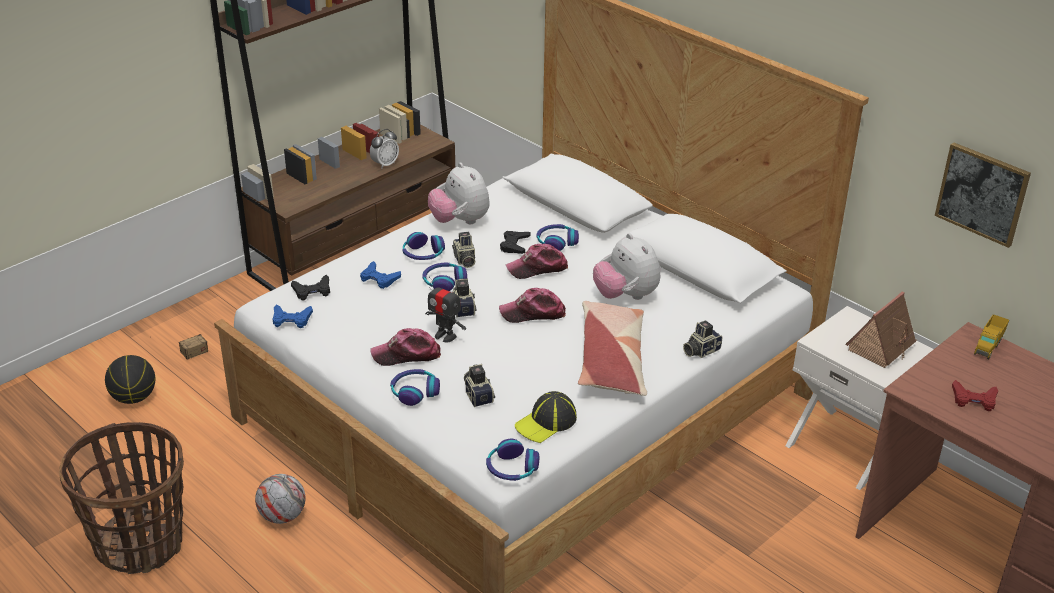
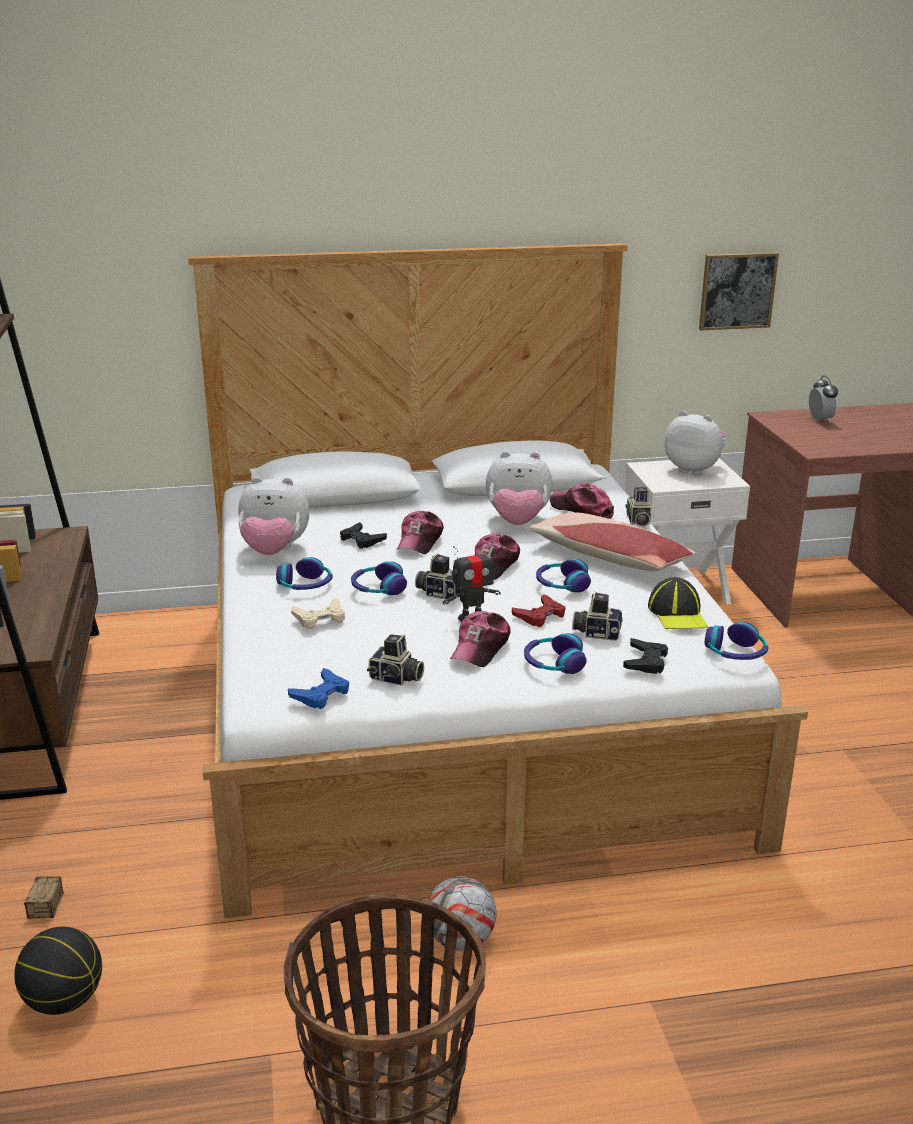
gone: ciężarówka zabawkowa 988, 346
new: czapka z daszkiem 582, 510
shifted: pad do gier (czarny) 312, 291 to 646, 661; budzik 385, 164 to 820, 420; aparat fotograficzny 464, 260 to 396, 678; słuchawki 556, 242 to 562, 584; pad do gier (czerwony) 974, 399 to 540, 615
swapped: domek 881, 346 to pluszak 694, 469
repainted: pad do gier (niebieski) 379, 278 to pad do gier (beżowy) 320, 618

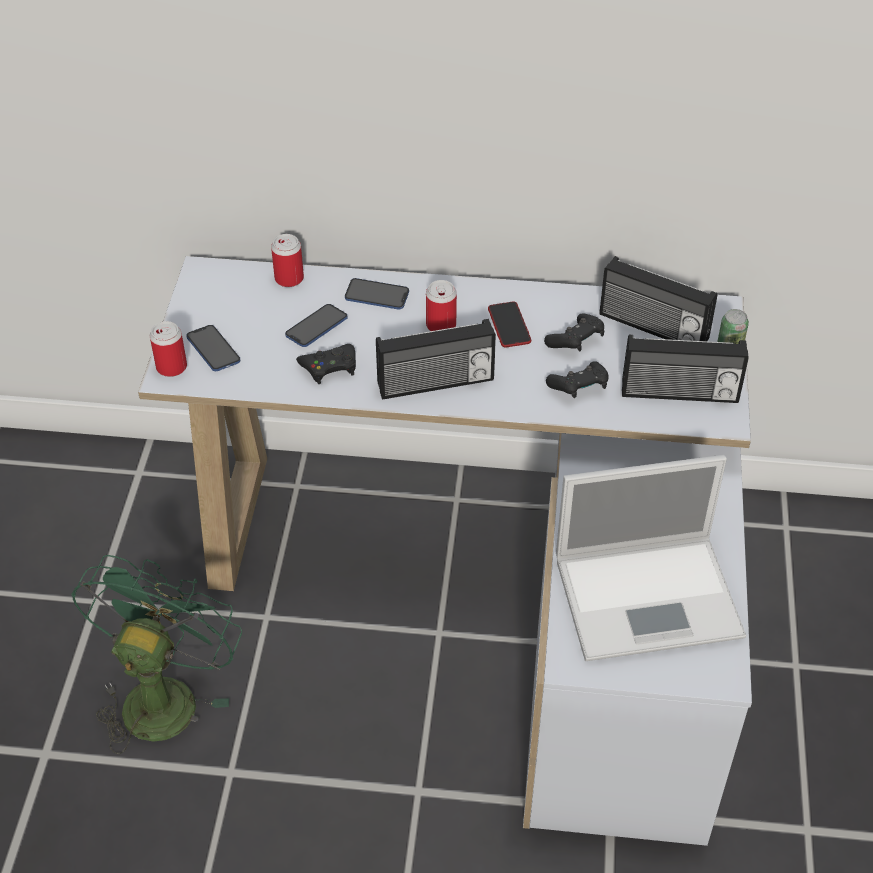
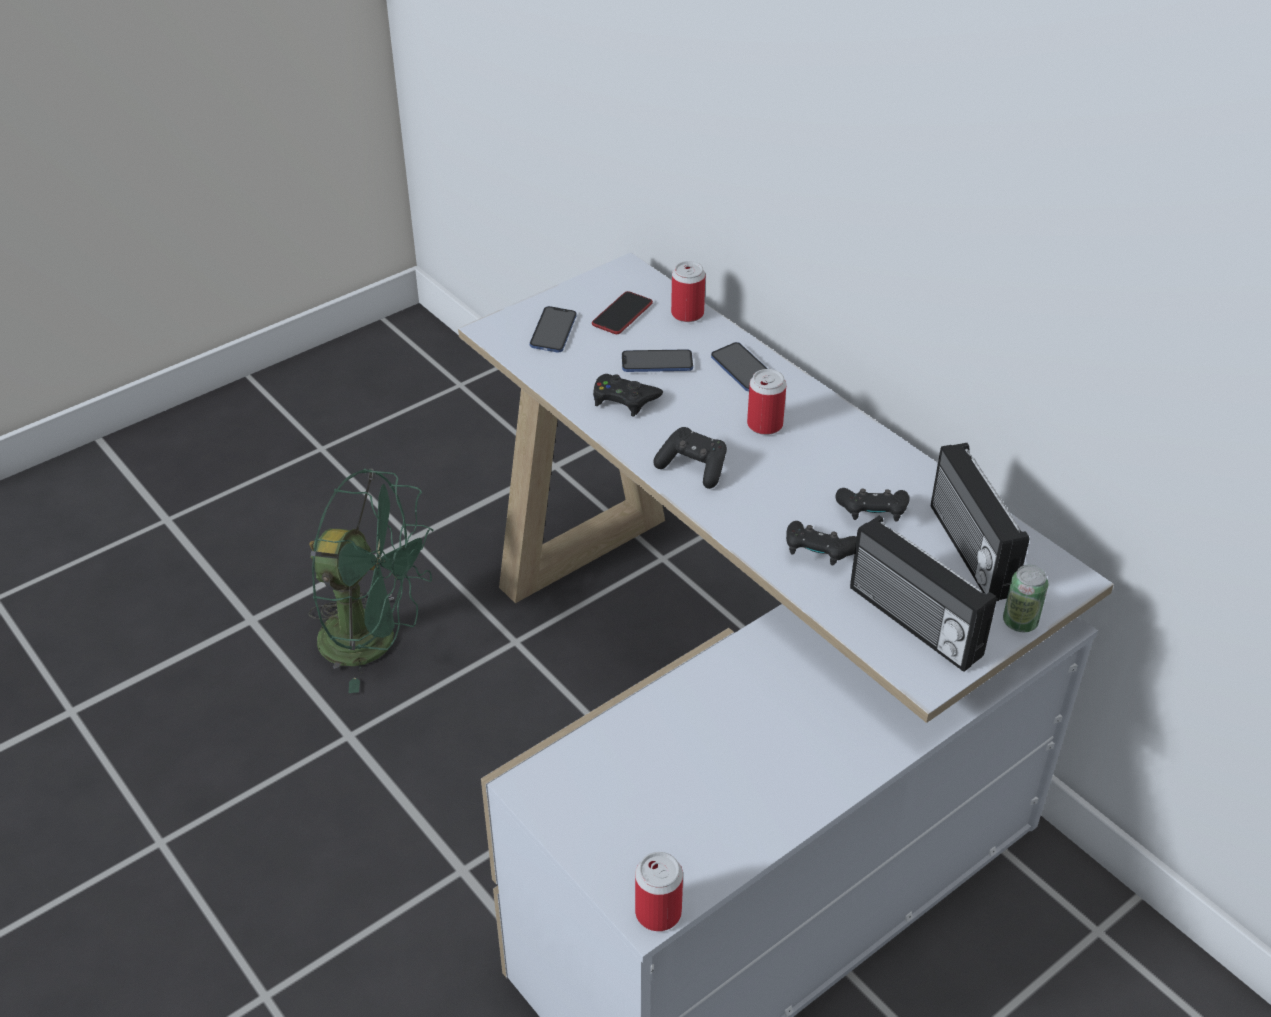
gone: laptop 651, 596
shifted: puszka 171, 367 to 658, 912; telefon 509, 325 to 622, 314
swapped: radio 436, 384 to pad do gier (czarny) 693, 467
rotated: wentylator (zielony) 163, 694 = 374, 641 45 degrees clockwise

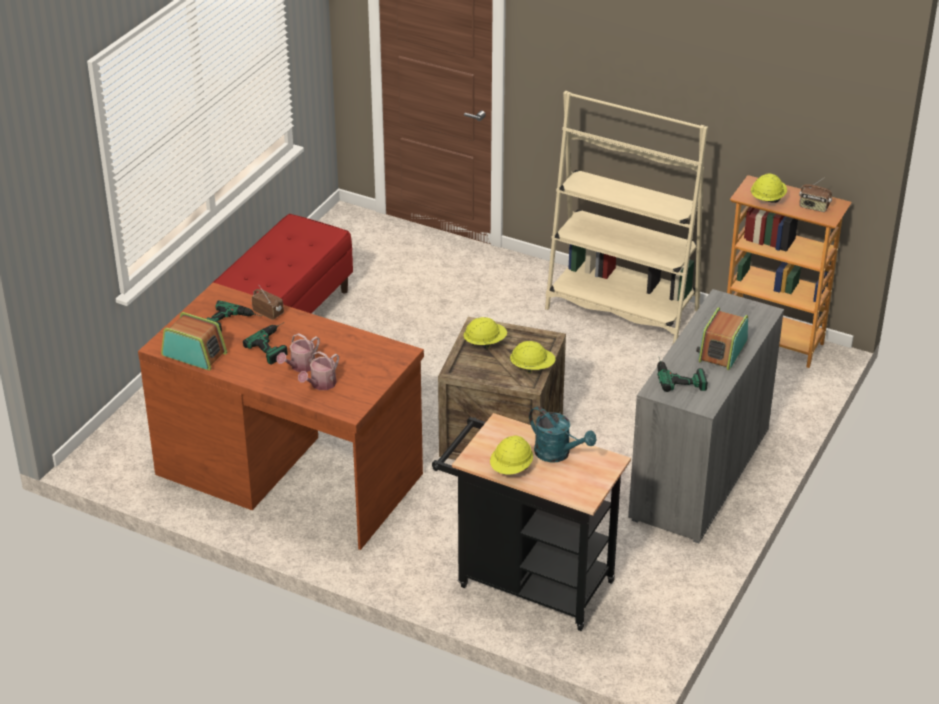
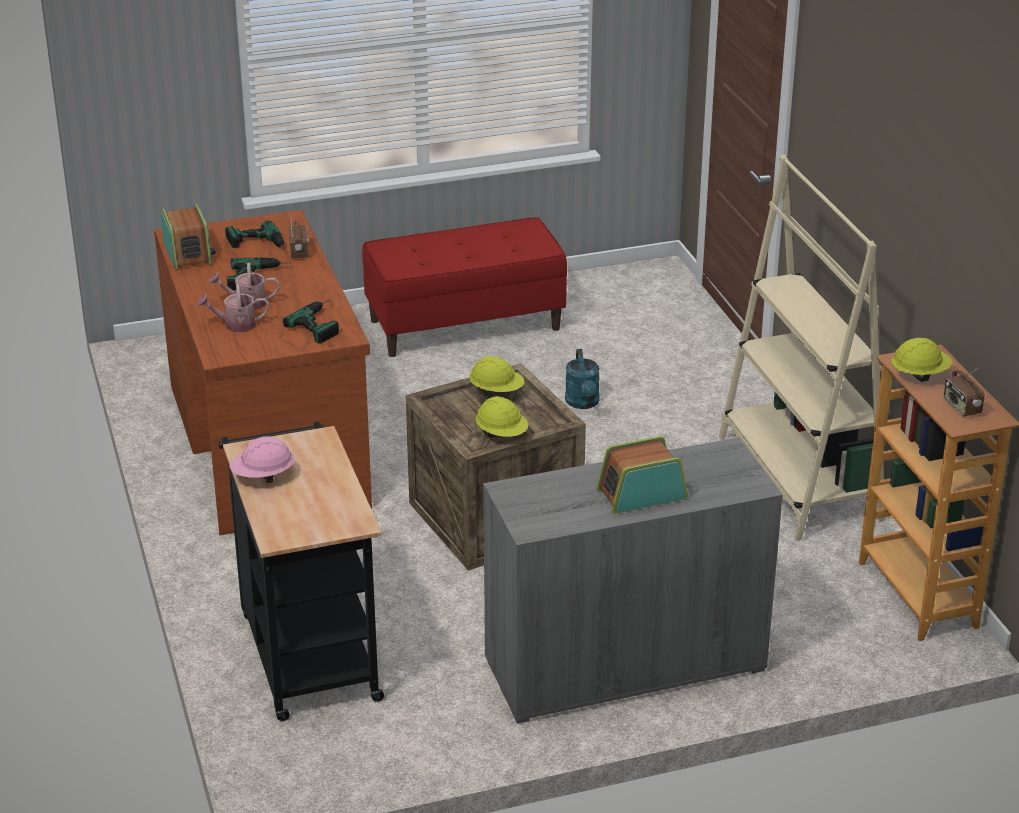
shifted: konewka (turkusowy) 558, 454 to 583, 403; wiertarka 679, 375 to 322, 323
repainted: kask (żółty) 511, 468 to kask (różowy) 263, 476

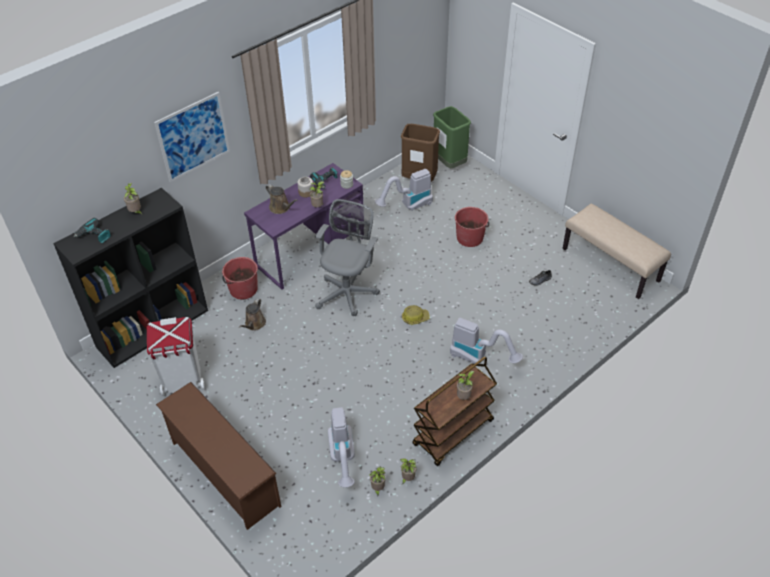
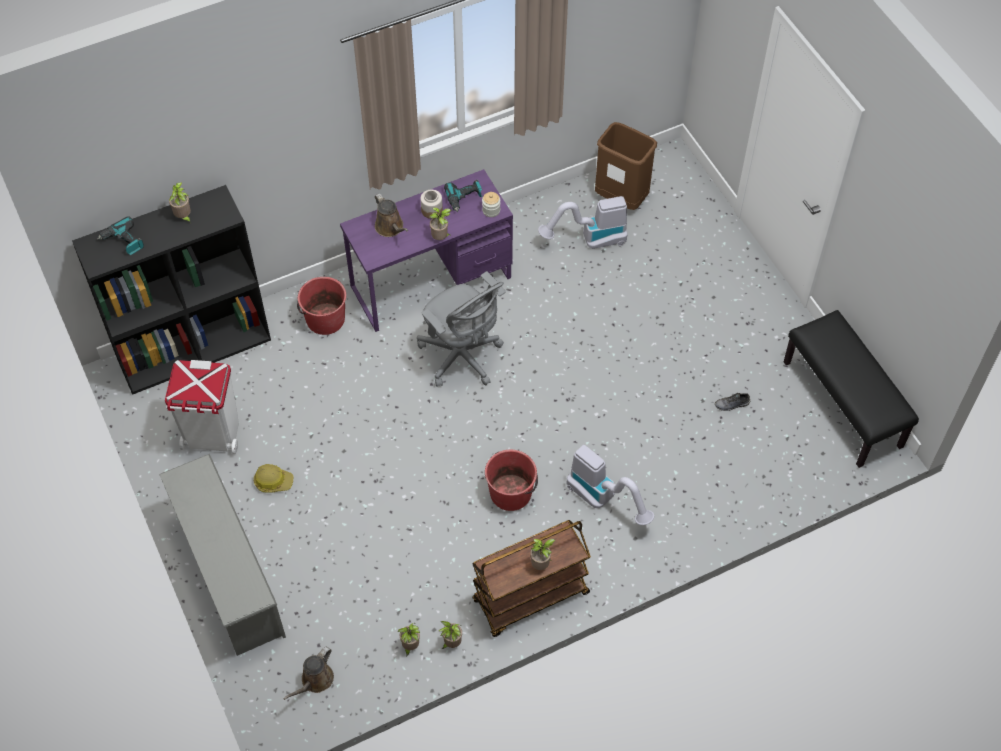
gone: obraz 193, 137; odkurzacz 343, 459; kosz na śmieci (zielony) 449, 163
shifted: konewka (brązowy) 254, 324 to 315, 681; kask 415, 317 to 273, 481; wiadro (czerwony) 470, 238 to 511, 492
repainted: regał na buty (brązowy) 223, 473 to regał na buty (szary) 228, 575; ławka (beżowy) 611, 265 to ławka (czarny) 843, 404
rotated: krzesło biurowe (szary) 348, 292 = 462, 357 105 degrees clockwise

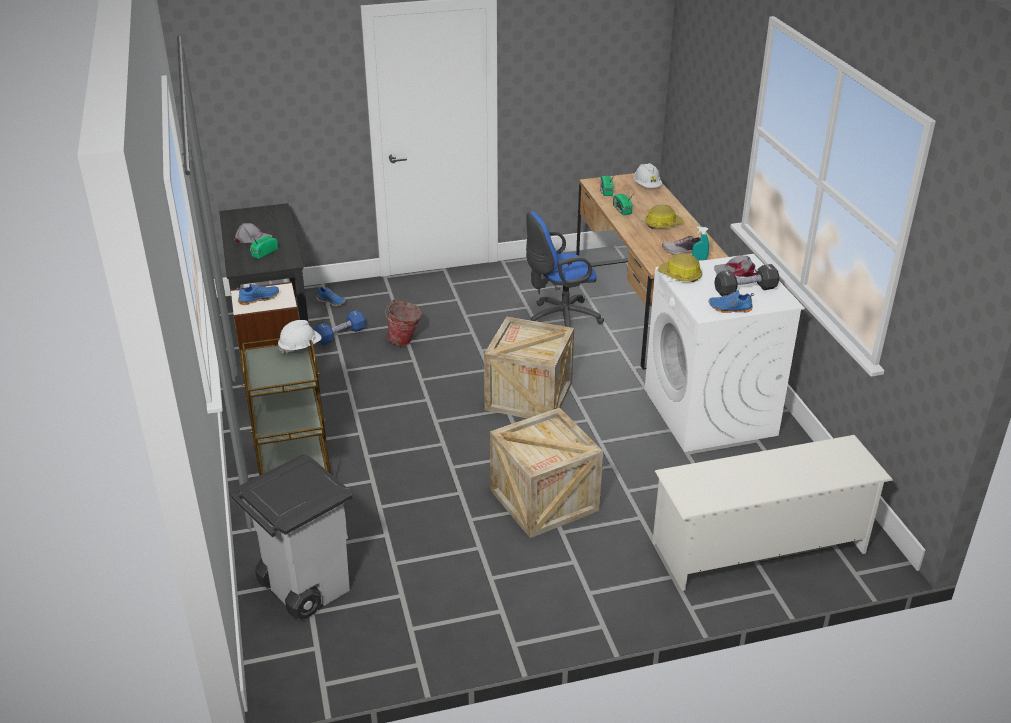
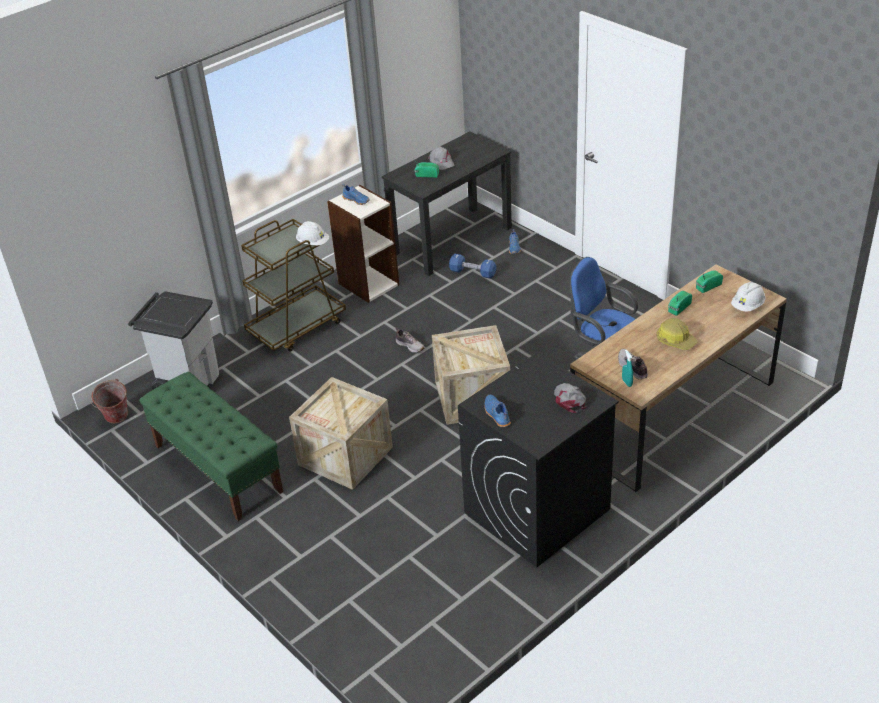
gone: regał na buty (biały) 759, 548; kask 680, 275; hantel (czarny) 745, 290
new: ławka (zielony) 217, 468; but 410, 346
shifted: wiadro 405, 342 to 116, 420
repainted: pralka (biały) 710, 412 to pralka (czarny) 536, 512

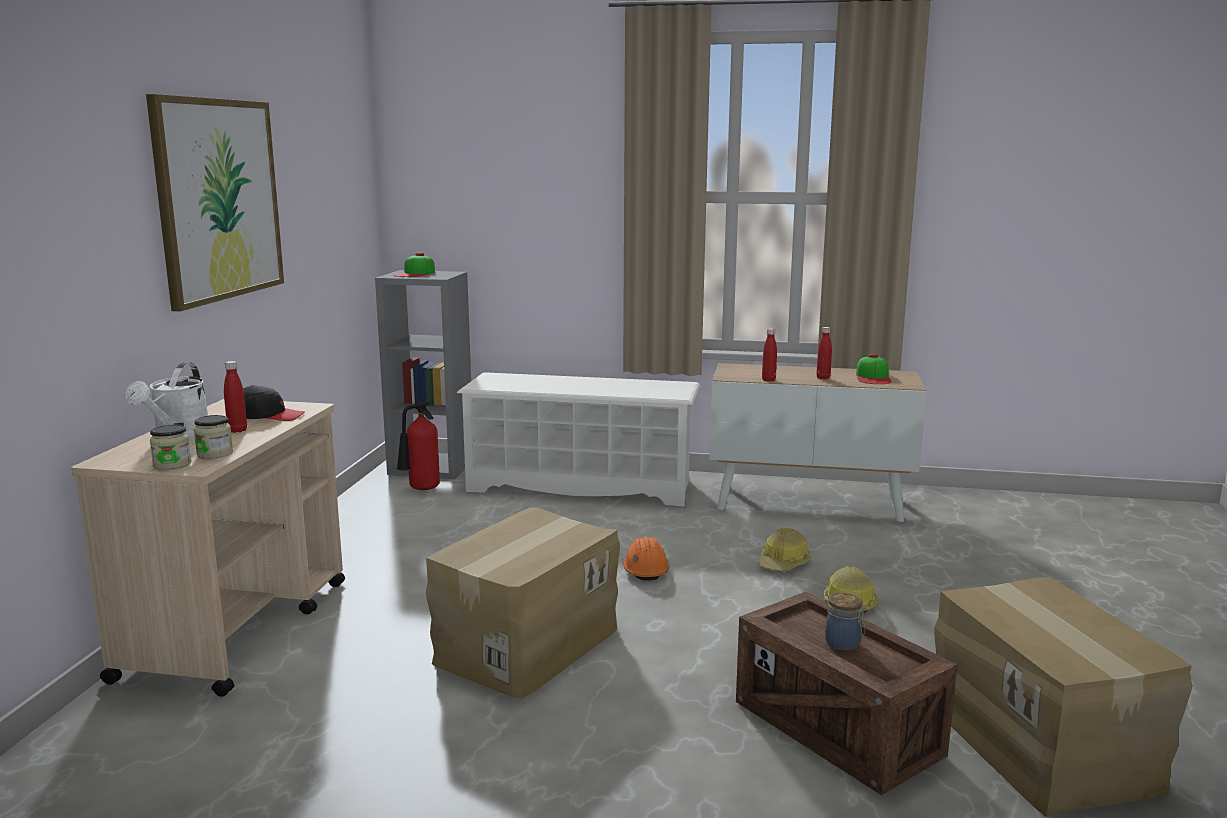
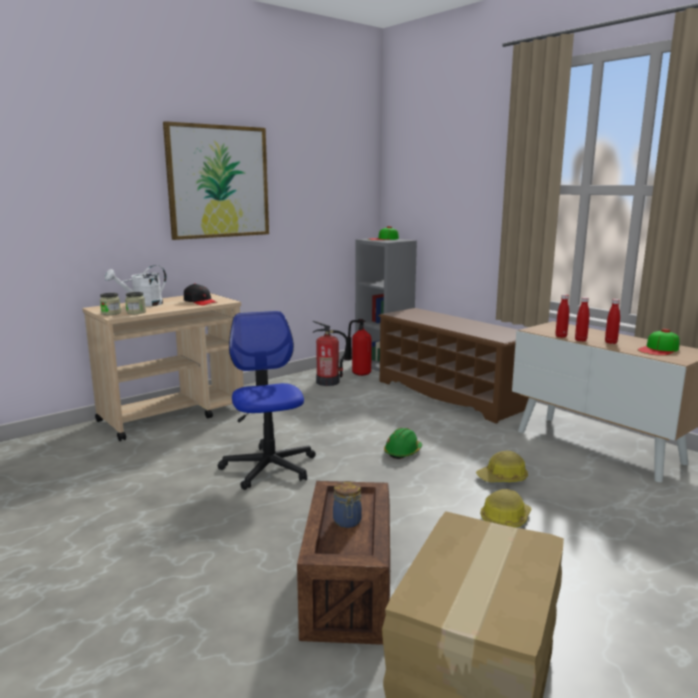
new: gaśnica 328, 382
shifted: butelka (czerwony) 237, 430 to 580, 340
swapped: karton 526, 645 to krzesło biurowe 269, 467
repainted: regał na buty (biały) 581, 486 to regał na buty (brązowy) 450, 394; kask (pomarańczowy) 645, 570 to kask (zielony) 403, 452

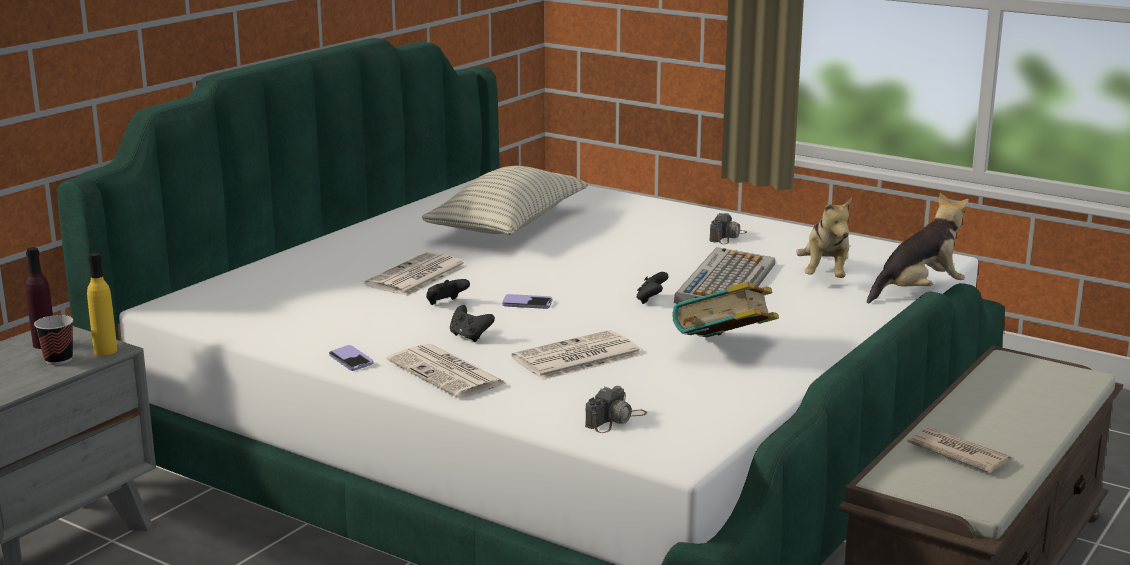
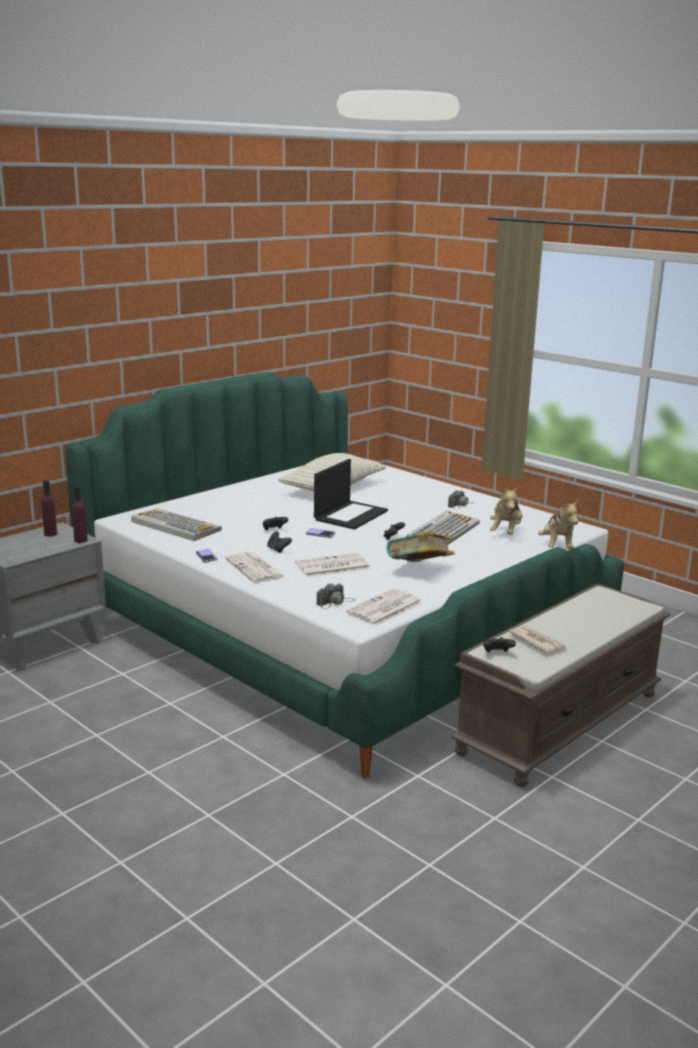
gone: filiżanka 58, 360
new: klawiatura 174, 526; laptop 350, 515; pad do gier (czarny) 497, 653
shifted: gazeta 416, 276 to 384, 609
repainted: butelka (żółty) 105, 351 to butelka (fioletowy) 80, 540
rotated: pluszak 917, 291 = 556, 546 105 degrees clockwise

